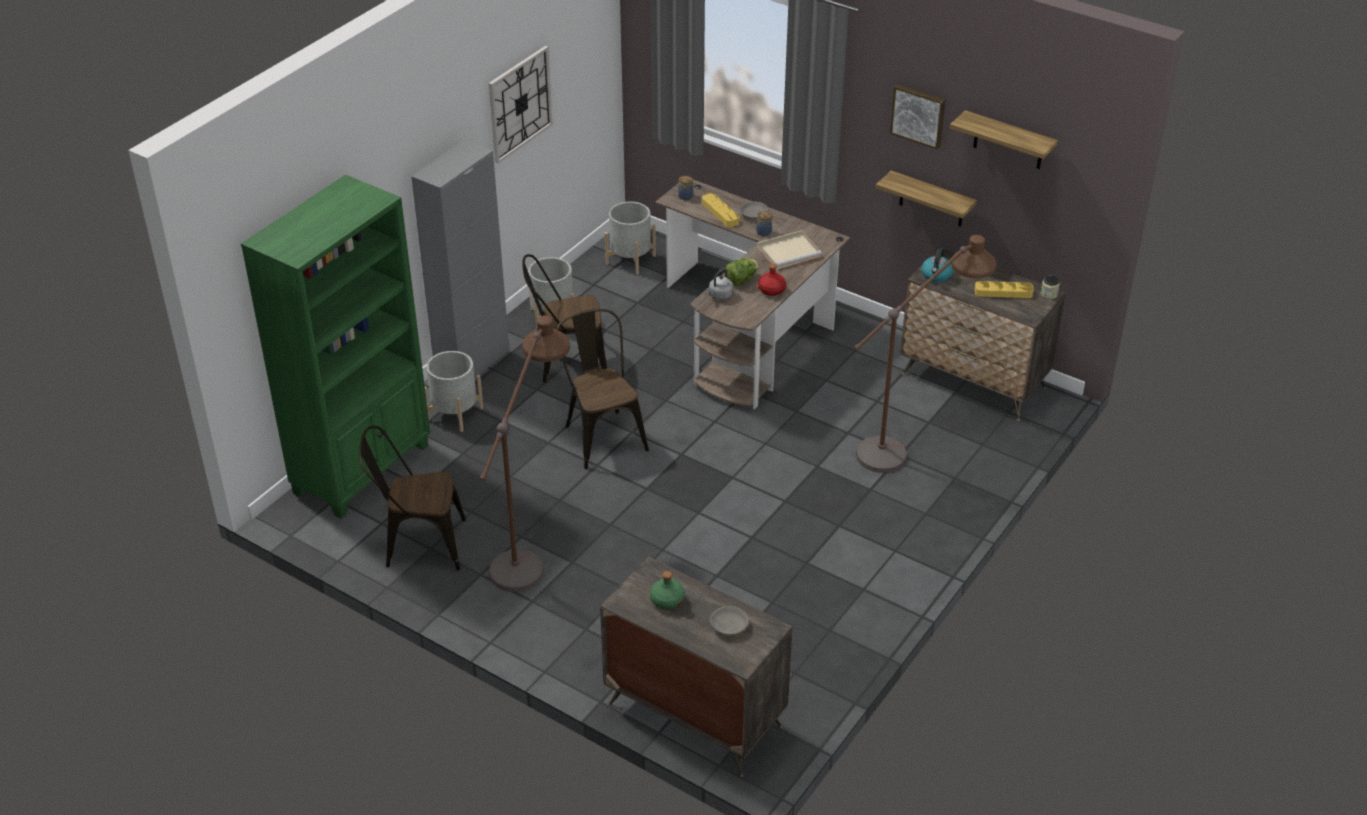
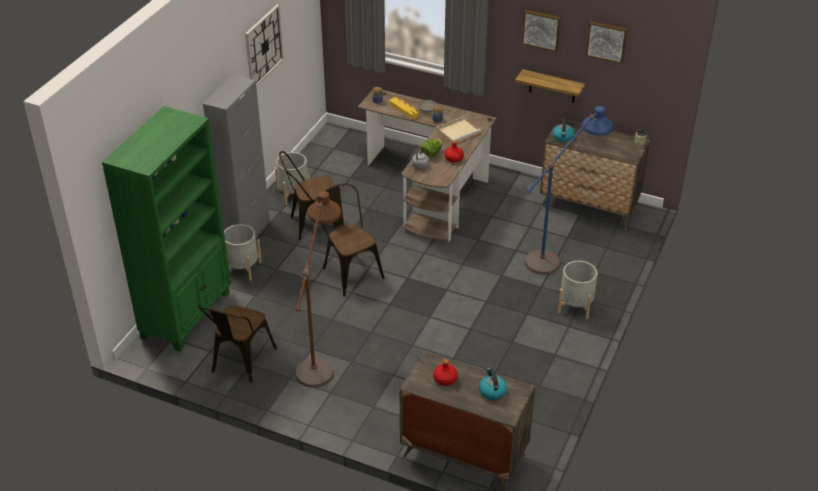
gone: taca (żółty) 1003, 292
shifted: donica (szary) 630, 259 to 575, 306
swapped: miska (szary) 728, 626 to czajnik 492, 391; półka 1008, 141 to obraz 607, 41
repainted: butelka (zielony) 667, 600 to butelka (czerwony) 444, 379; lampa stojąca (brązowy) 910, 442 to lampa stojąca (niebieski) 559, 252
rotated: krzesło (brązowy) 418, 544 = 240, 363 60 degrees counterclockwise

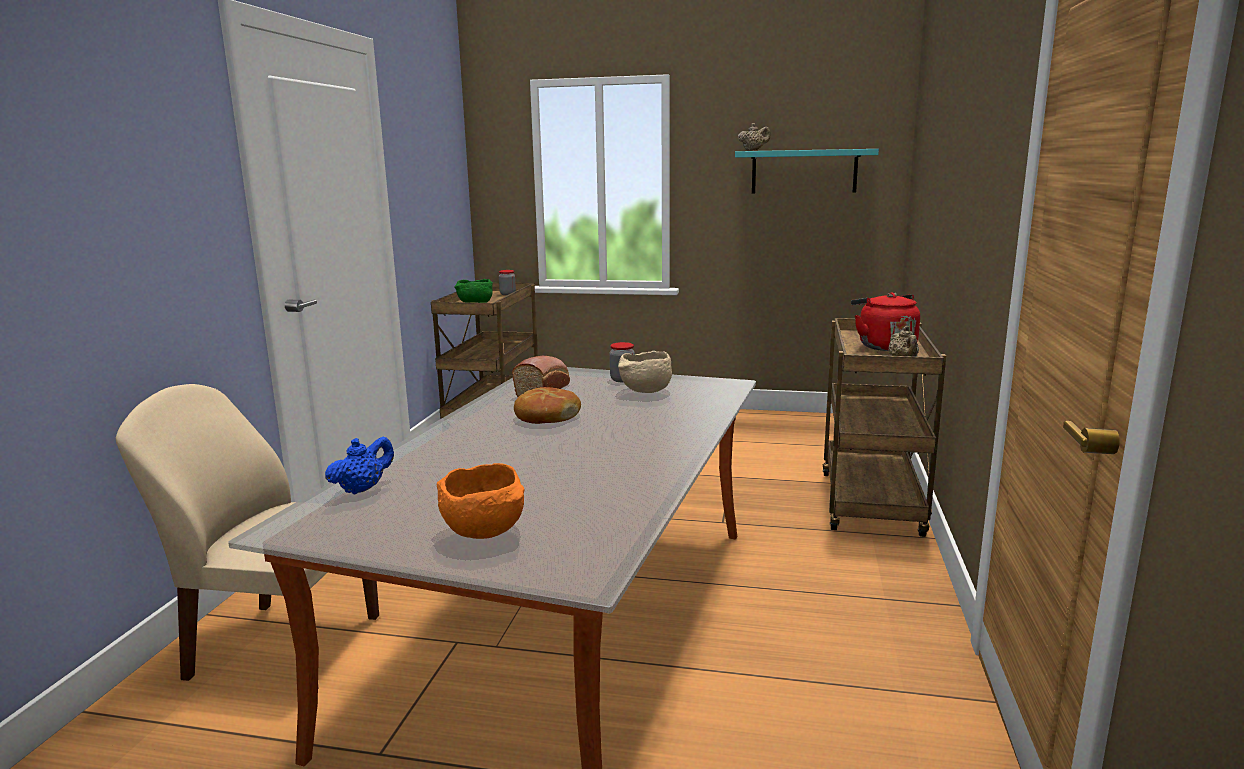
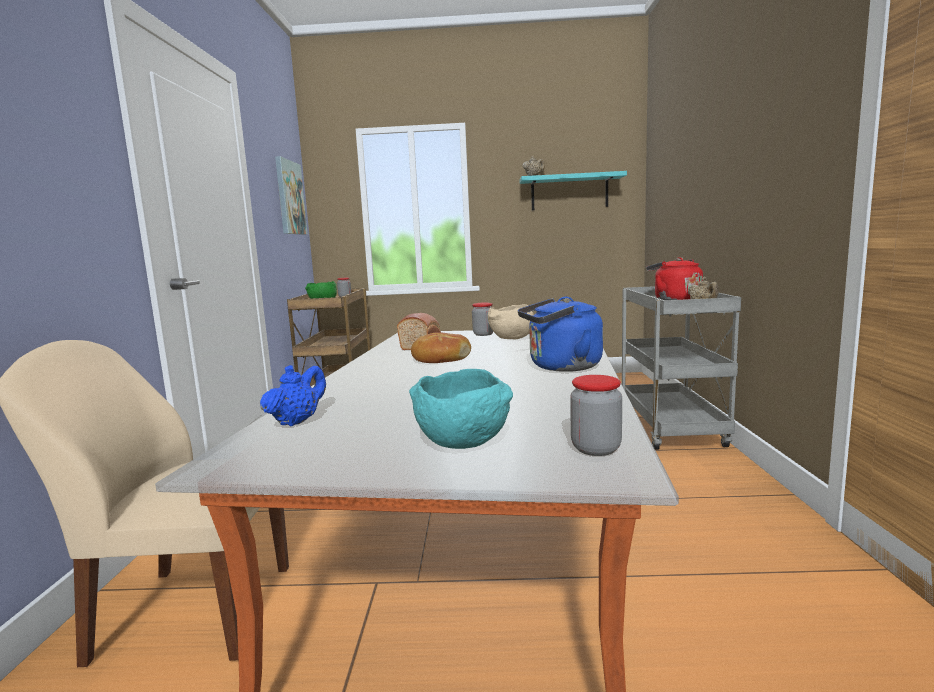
new: obraz 289, 198; czajnik (niebieski) 561, 367; słoik 596, 449
repainted: miska (pomarańczowy) 486, 532 to miska (turkusowy) 465, 444; wózek (brązowy) 872, 506 to wózek (szary) 672, 430

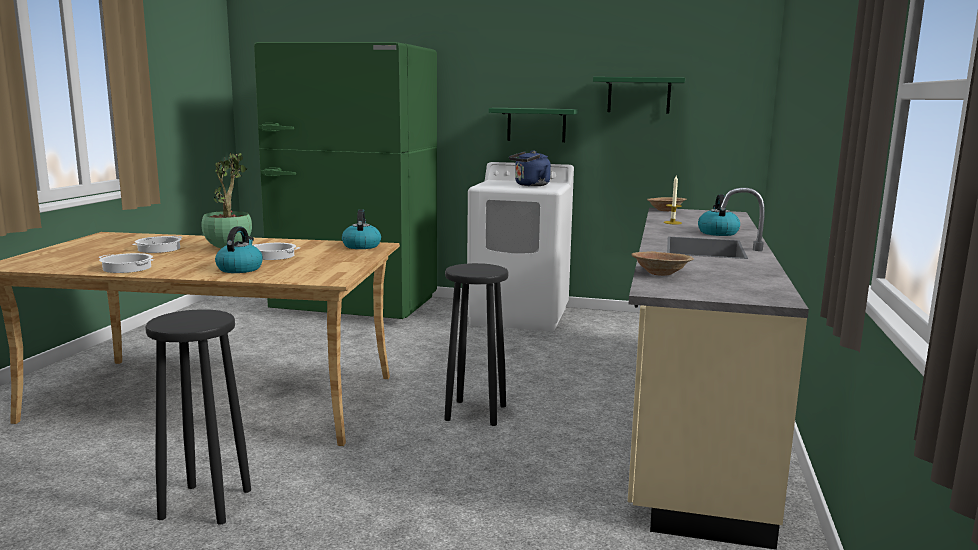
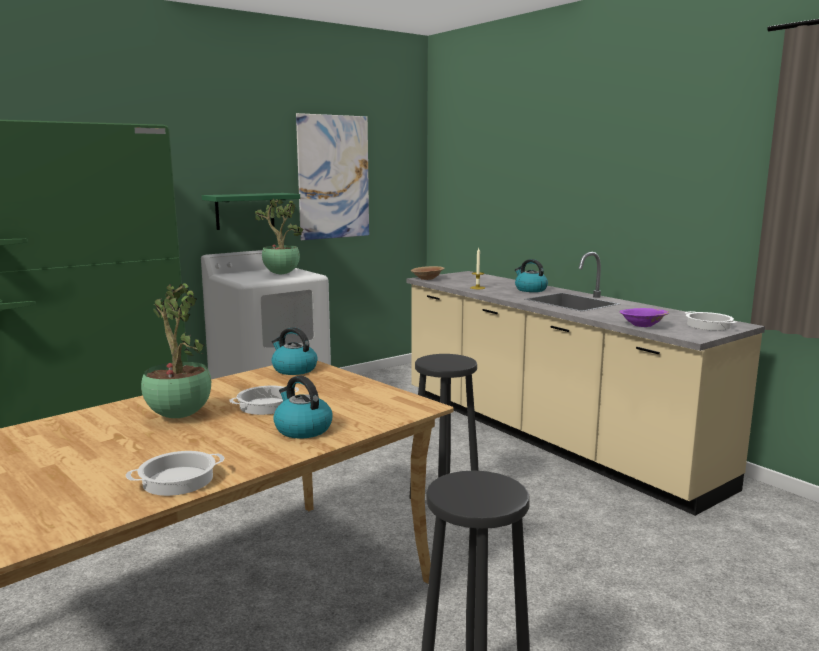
shifted: garnek 159, 249 to 708, 326
swapped: czajnik (niebieski) 530, 185 to roślina doniczkowa 280, 274; półka (zielony) 639, 95 to obraz 333, 177
repainted: miska (brązowy) 660, 273 to miska (fioletowy) 642, 325

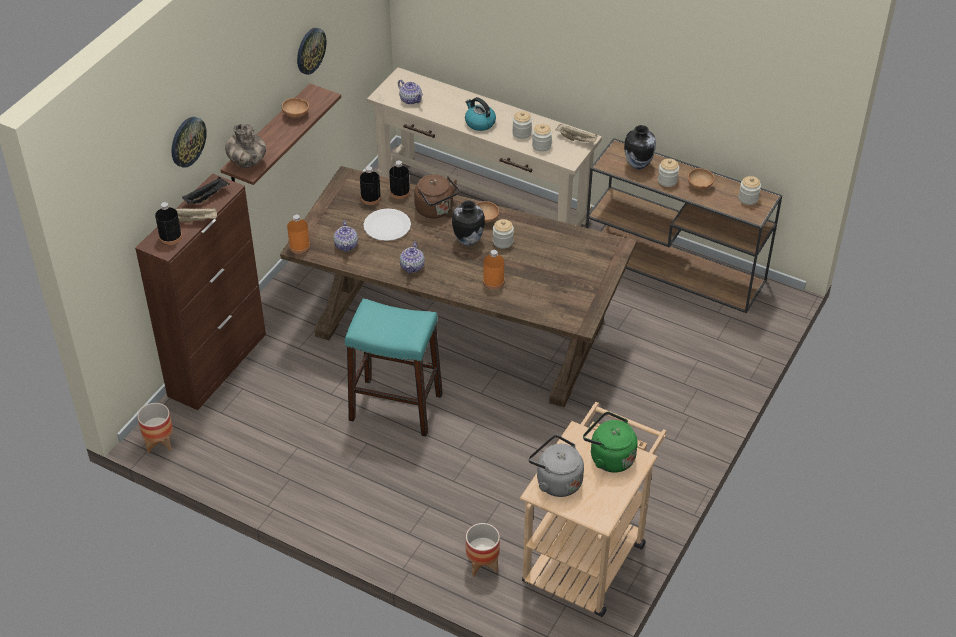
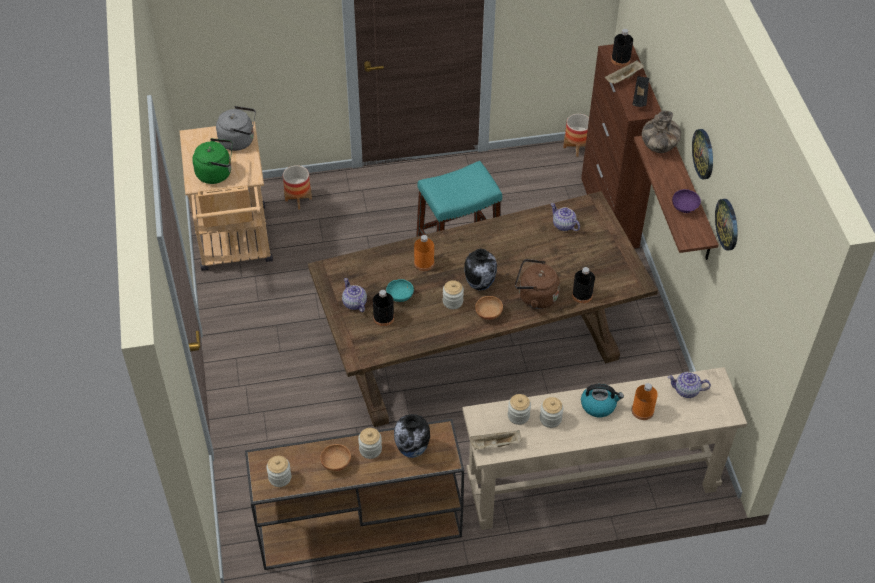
gone: talerz (biały) 387, 226
new: miska (turkusowy) 400, 296
shifted: zegar ścienny 187, 141 to 704, 154; butelka (pomarańczowy) 299, 246 to 642, 410; butelka (czarny) 370, 198 to 383, 318; imbryk 412, 266 to 354, 303
repainted: miska (brązowy) 296, 115 to miska (fioletowy) 684, 208

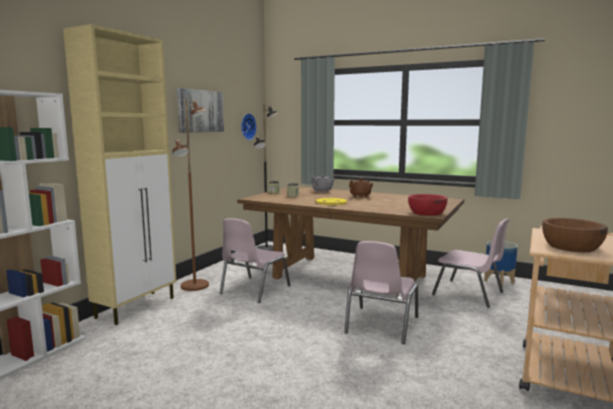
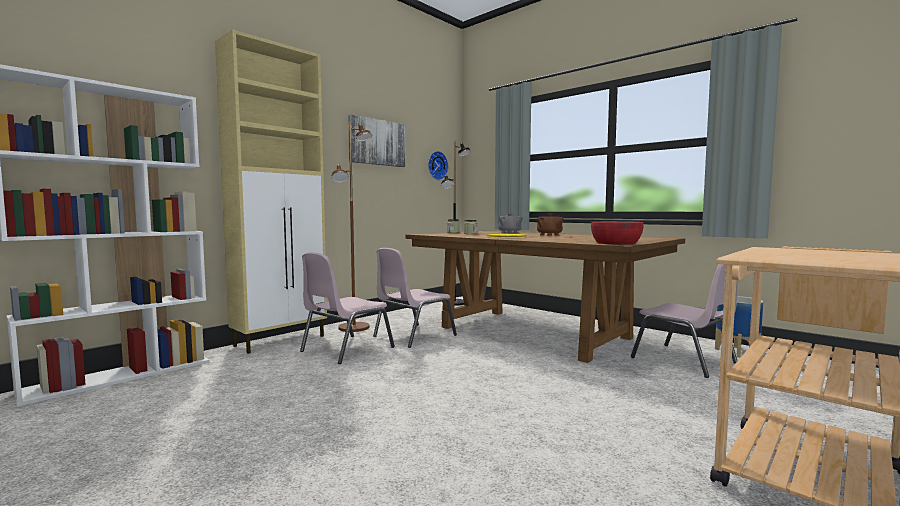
gone: miska (brązowy) 571, 246
shifted: krzesło (różowy) 380, 325 to 345, 349

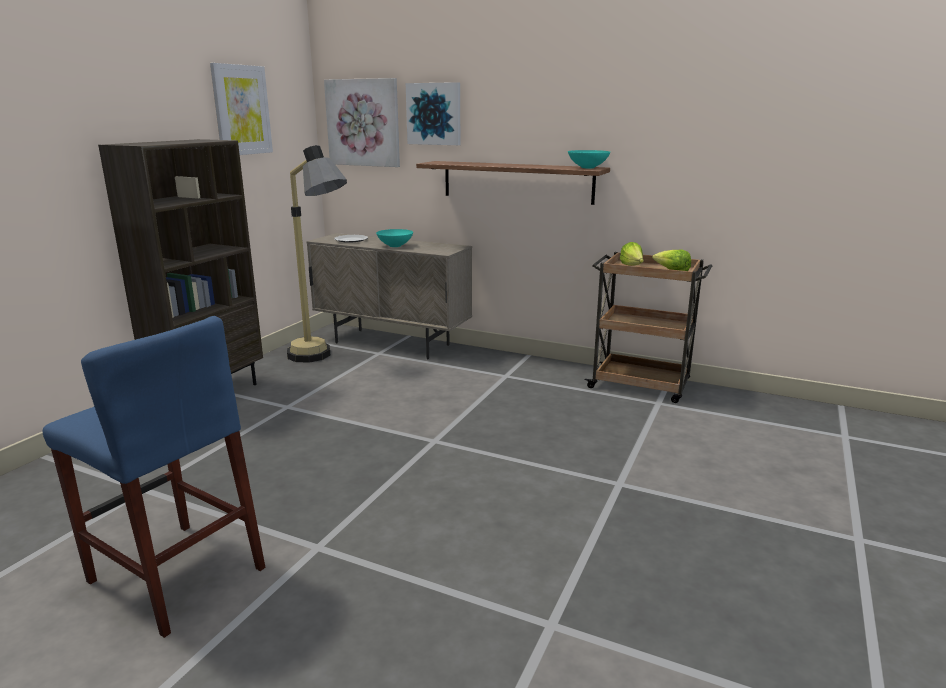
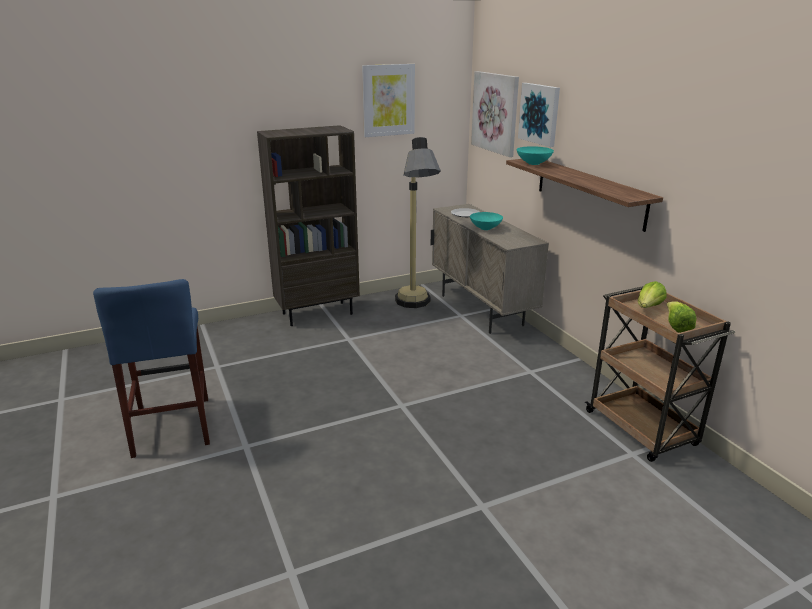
shifted: miska (turkusowy) 588, 167 to 534, 163

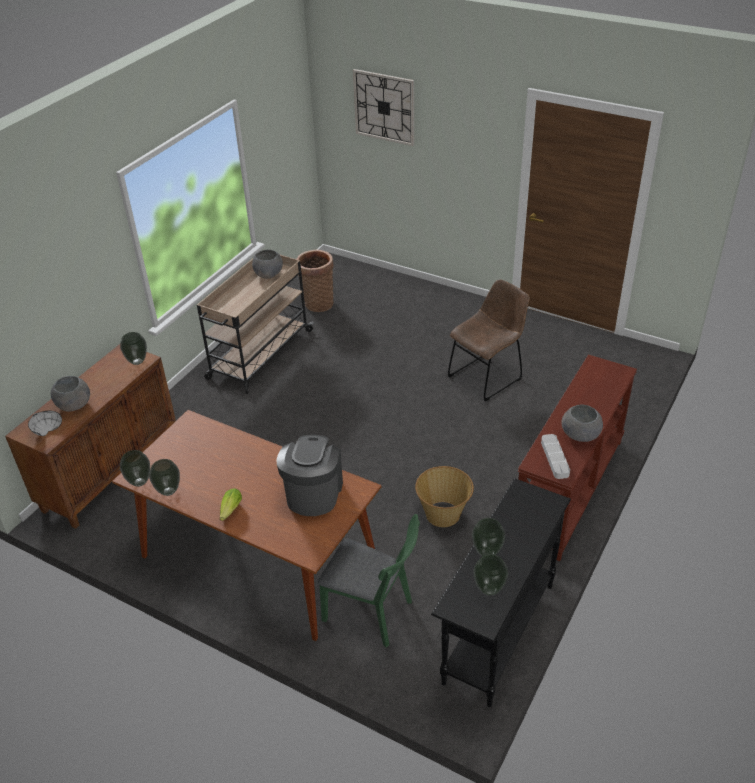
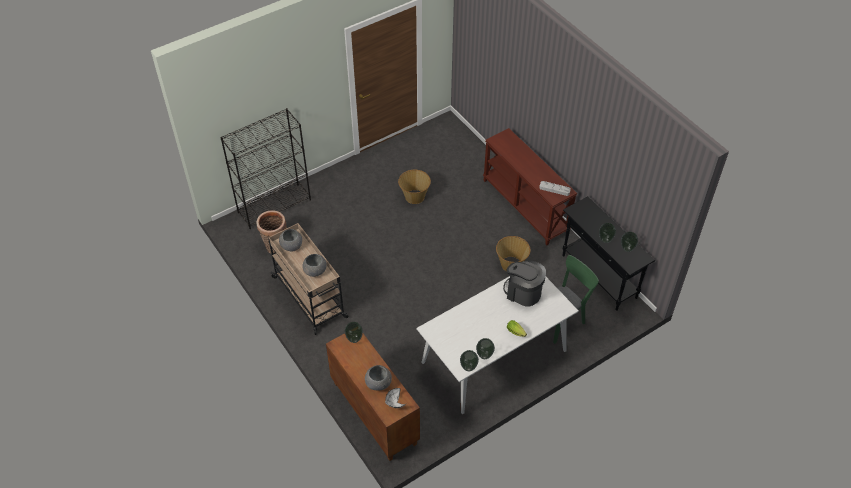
gone: zegar ścienny 384, 107
new: regał (czarny) 274, 206
shifted: miska (szary) 579, 434 to 315, 271
swapped: krzesło (brązowy) 487, 376 to koszyk 414, 196
repainted: stół jadalny (brązowy) 257, 556 to stół jadalny (biały) 494, 357

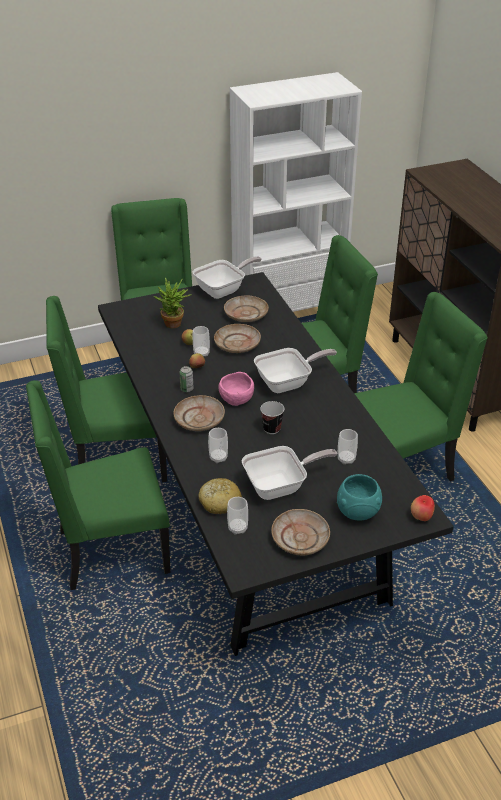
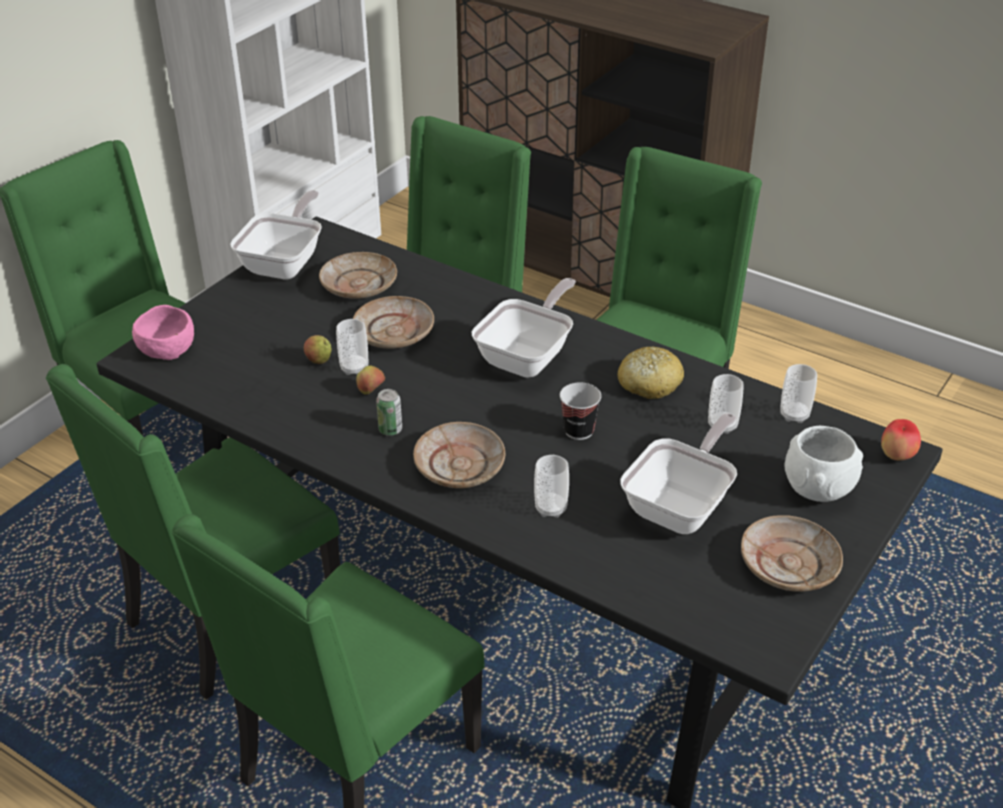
gone: roślina doniczkowa 174, 325
shifted: chleb 219, 502 to 649, 383; miska (różowy) 236, 398 to 167, 349; filiżanka 237, 528 to 794, 415
repainted: miska (turkusowy) 357, 512 to miska (biały) 816, 489

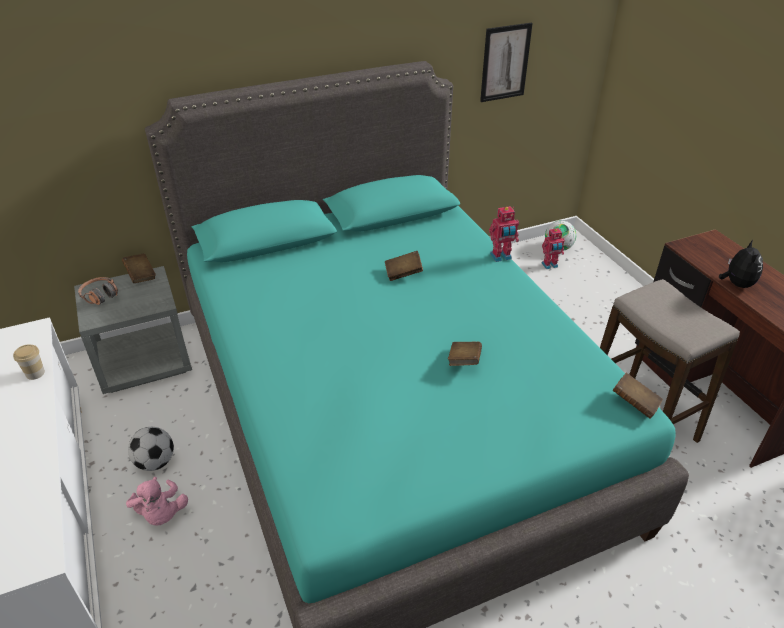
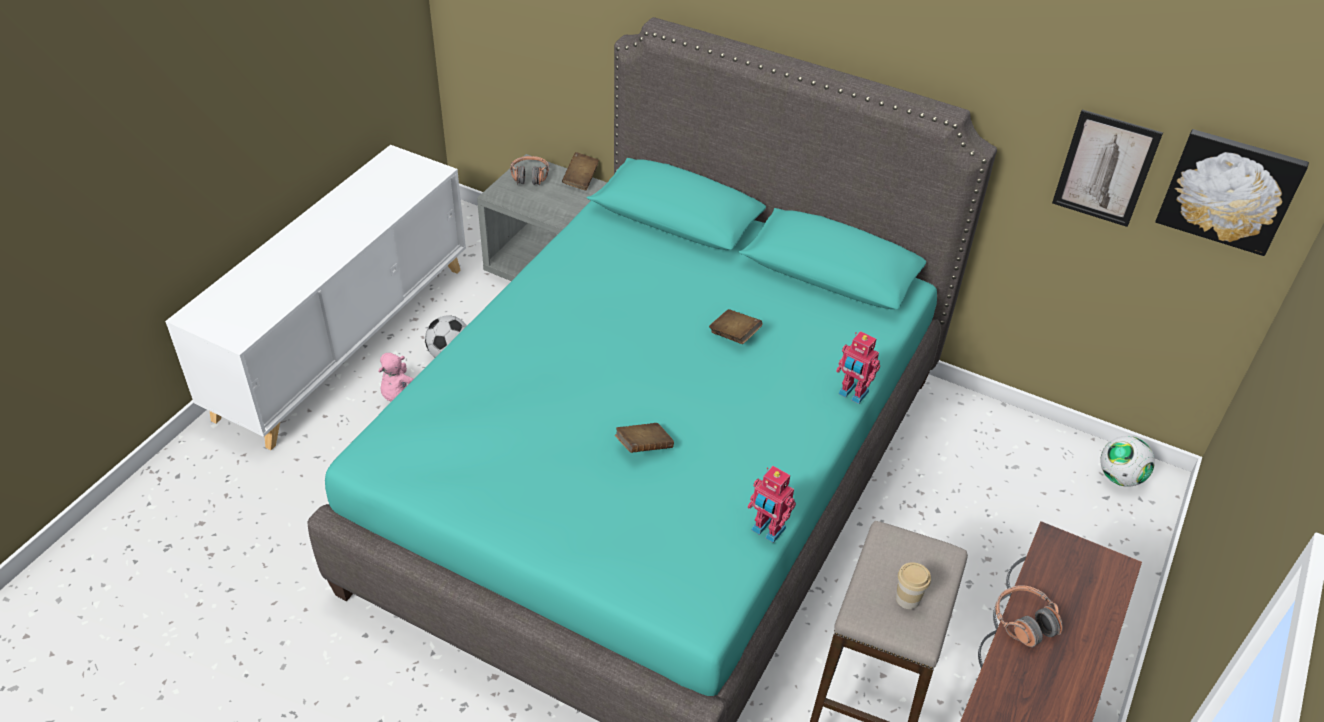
gone: książka (brązowy) 634, 404
new: obraz 1229, 190
shifted: filiżanka 35, 373 to 907, 599; robot zabawkowy 550, 265 to 767, 530
swapped: pluszak 736, 284 to słuchawki 1024, 621

